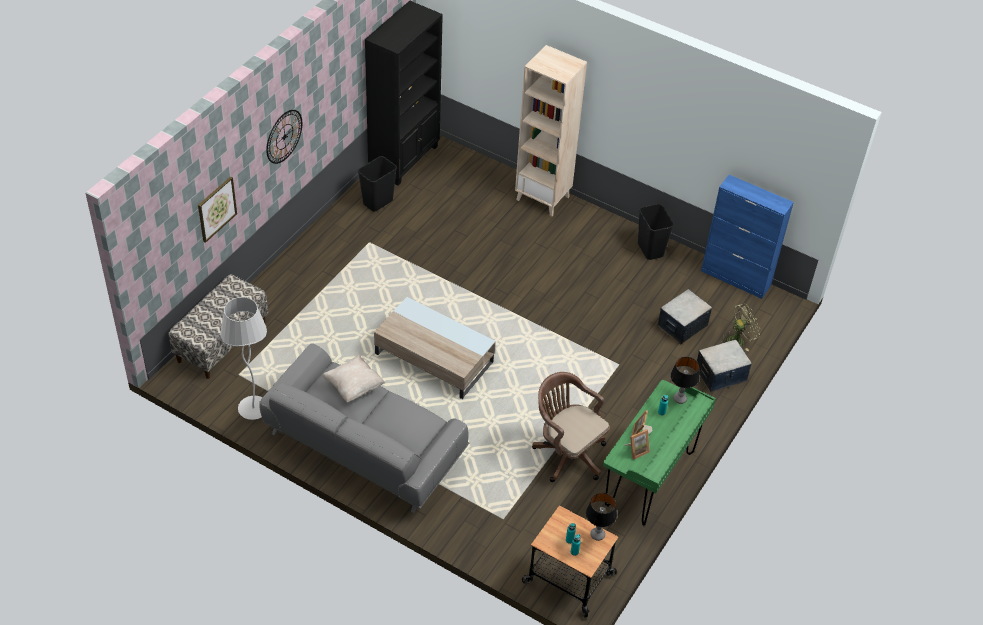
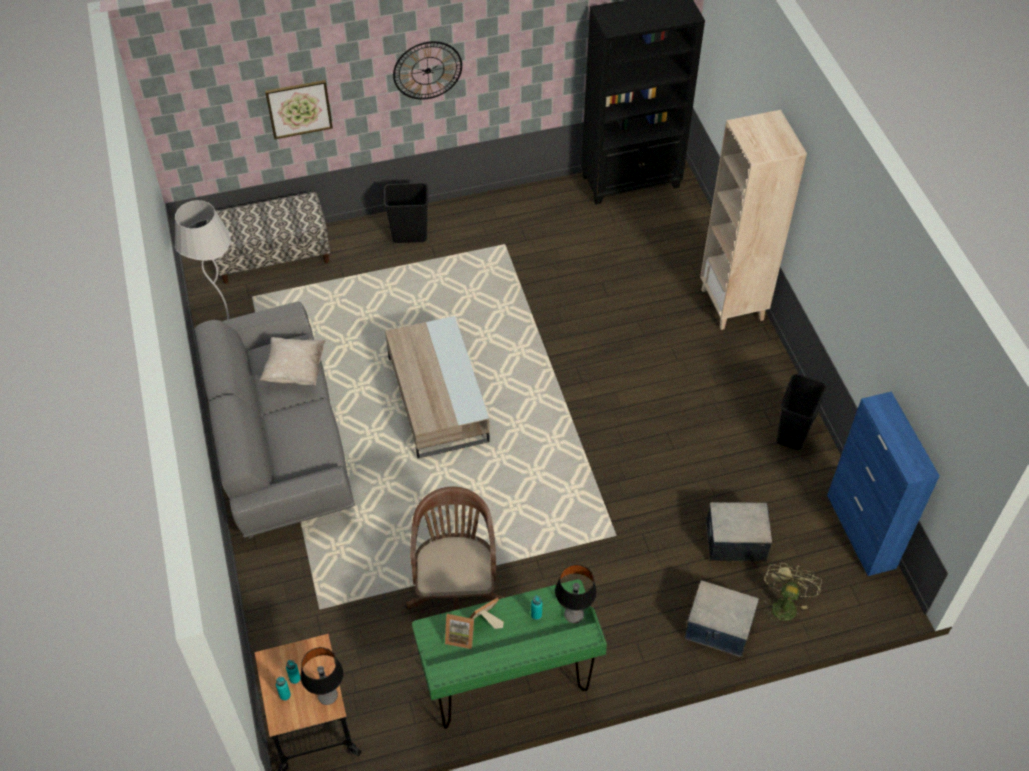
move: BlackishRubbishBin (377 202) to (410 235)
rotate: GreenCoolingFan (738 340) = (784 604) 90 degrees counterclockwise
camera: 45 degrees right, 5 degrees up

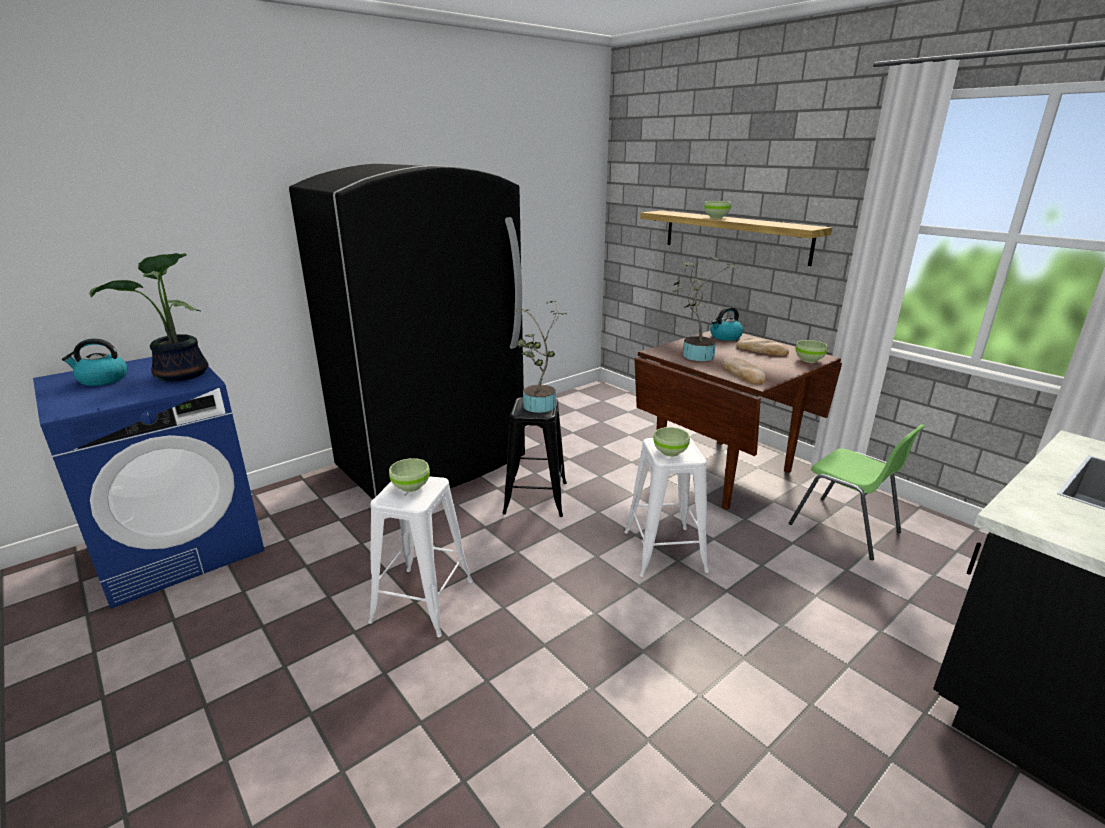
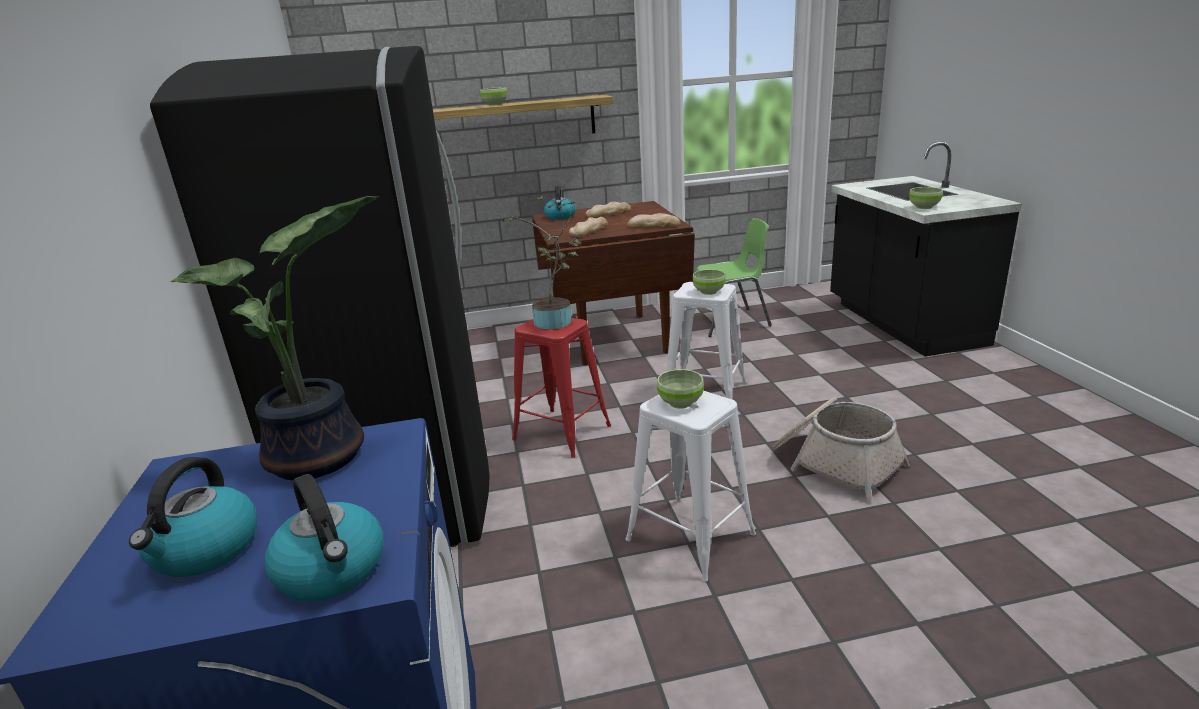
insert: StorageBasket (835 462); WaterKettle (333 570)
move: GreenServingBowl (808 360) to (924 207)
replace: PottedPlant (694 355) to BakeryBread (589 230)
recolor: BlackishSittingStool (535 498) to ReddishSittingStool (562 432)
camera: 60 degrees left, 0 degrees up

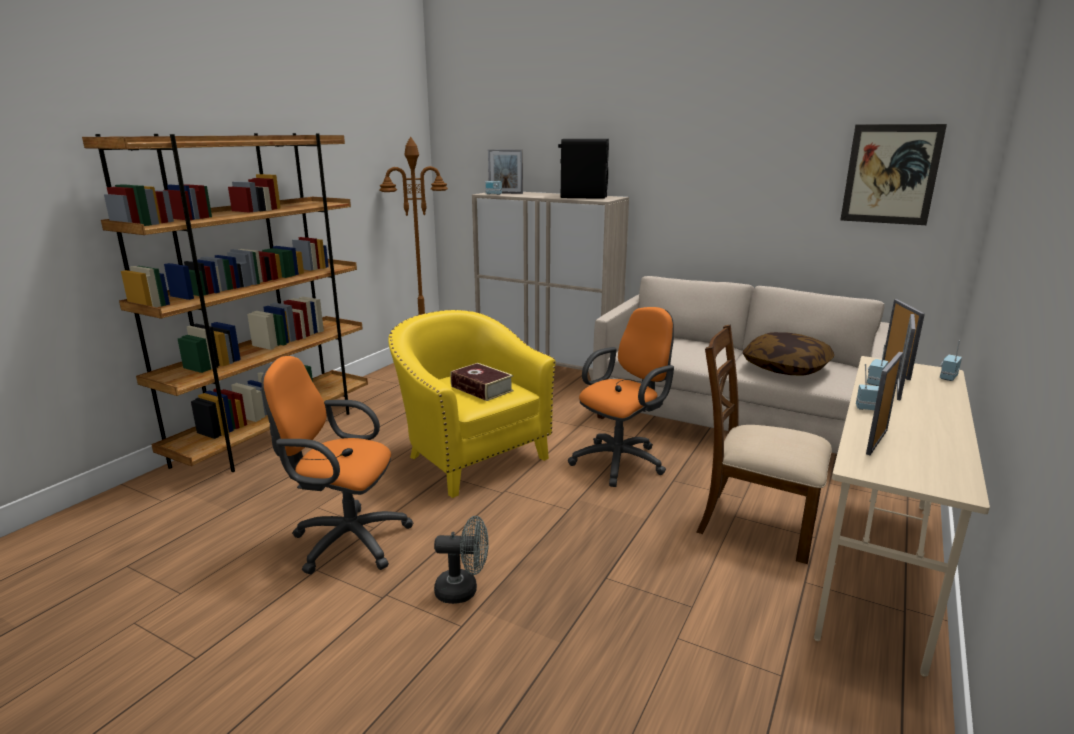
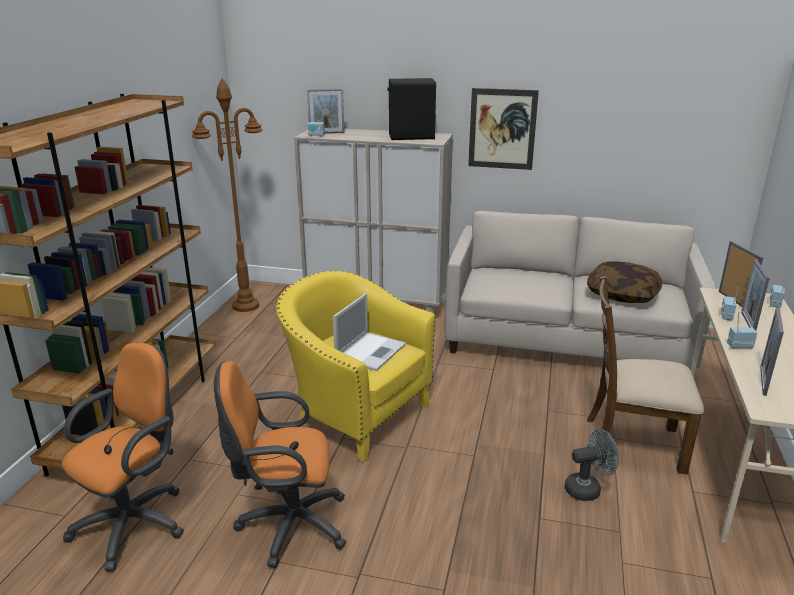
move: Picture (890 174) to (502 129); OrangeyComputerChair (622 461) to (136 521); GrayCoolingFan (463 590) to (587 489)
replace: Book (481 389) to Laptop (371 351)
camera: 15 degrees left, 5 degrees up

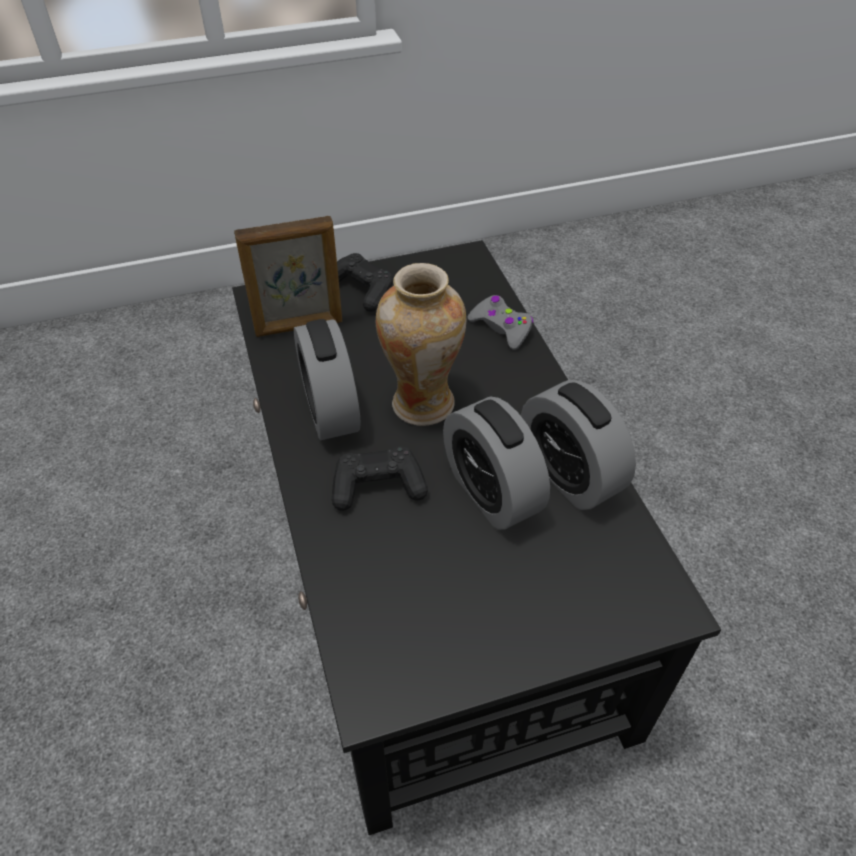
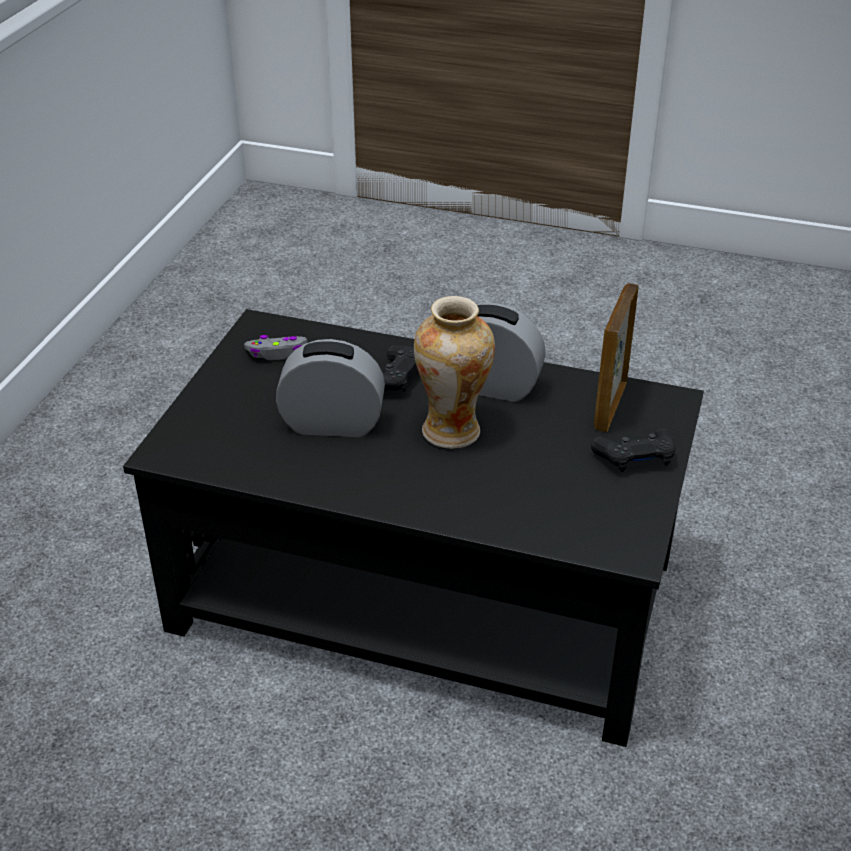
delete: BedsideClock (569 474)
move: GrayGameController (501 328) to (277 353)
camera: 125 degrees right, 10 degrees down

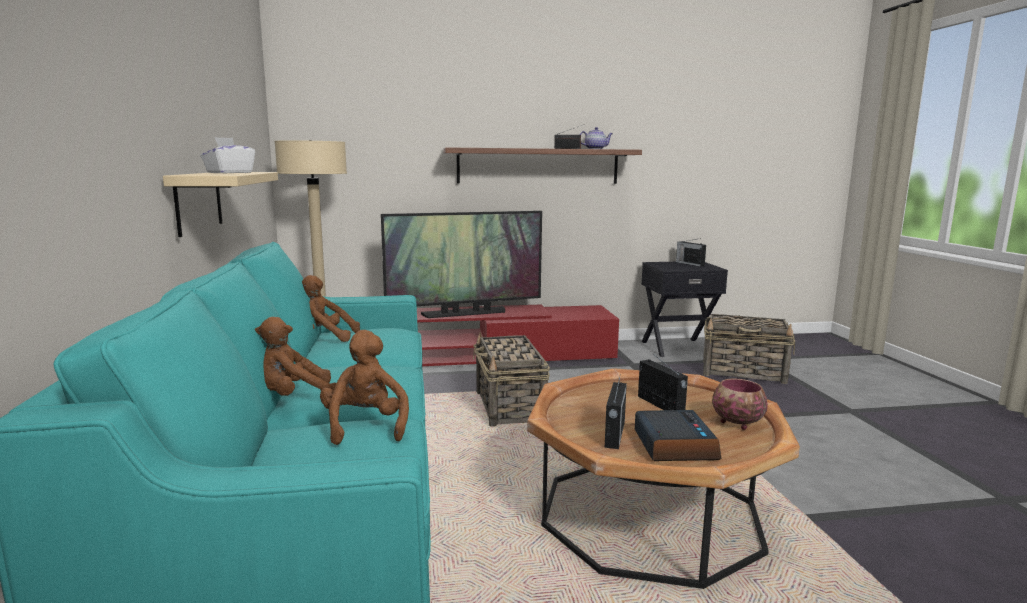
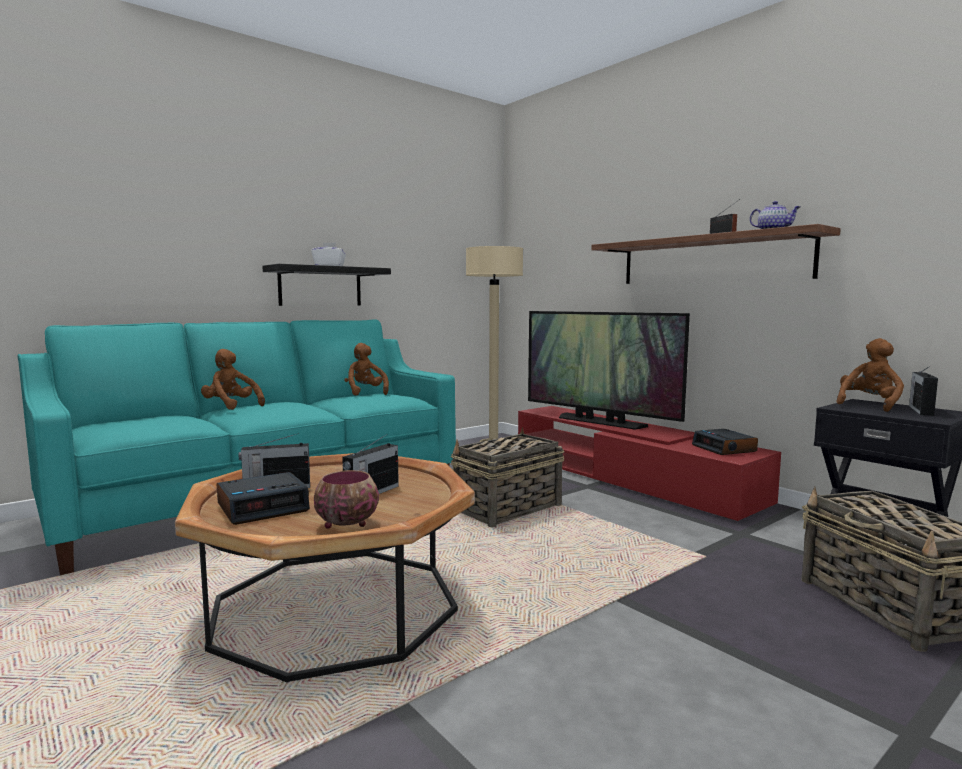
insert: BedsideClock (724 448)
move: BrownColouredPlushToy (365 426) to (869 405)
recolor: BeigeColouredShelf (198 201) to BlackishShelf (320 286)
camera: 60 degrees right, 5 degrees down

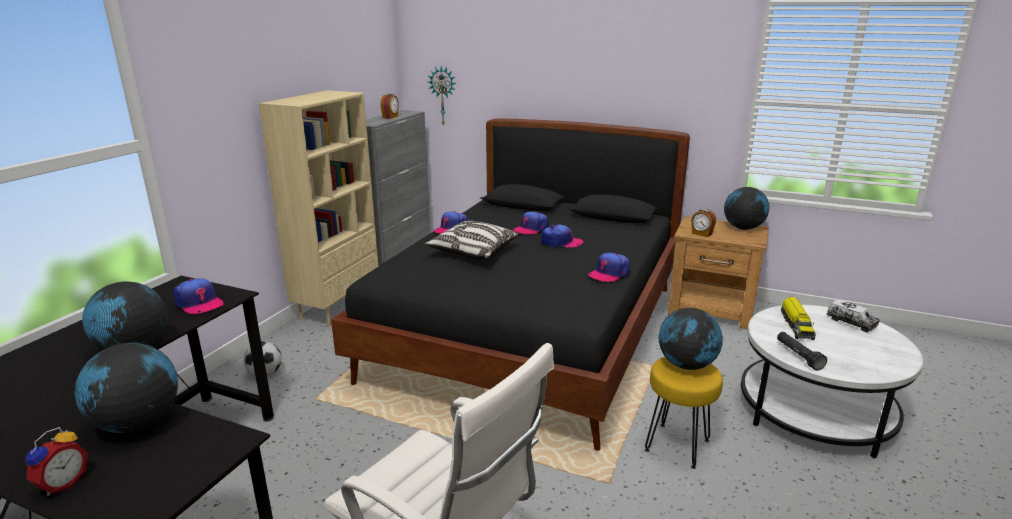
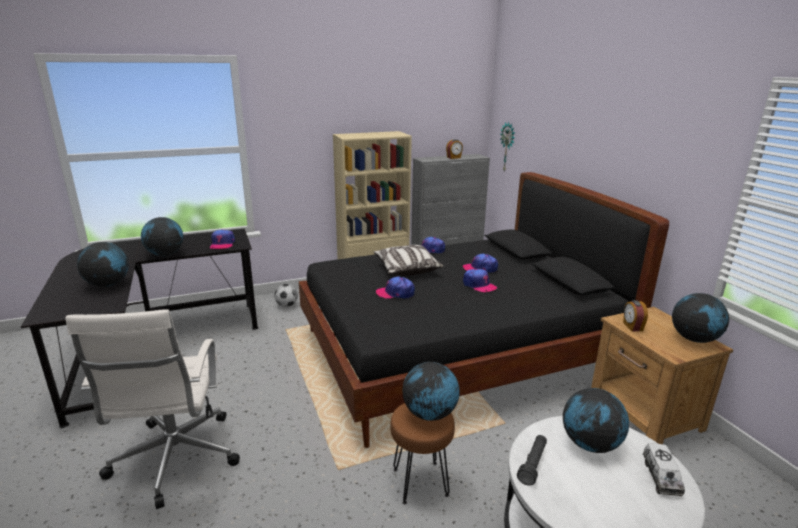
delete: BedsideClock (62 483)
move: PeakedCap (609 273) to (395 293)
replace: ModelTruck (796 325) to WorldGlobe (590 444)
recolor: YellowSittingStool (677 446) to BrownColouredSittingStool (420 482)
camera: 45 degrees right, 0 degrees up

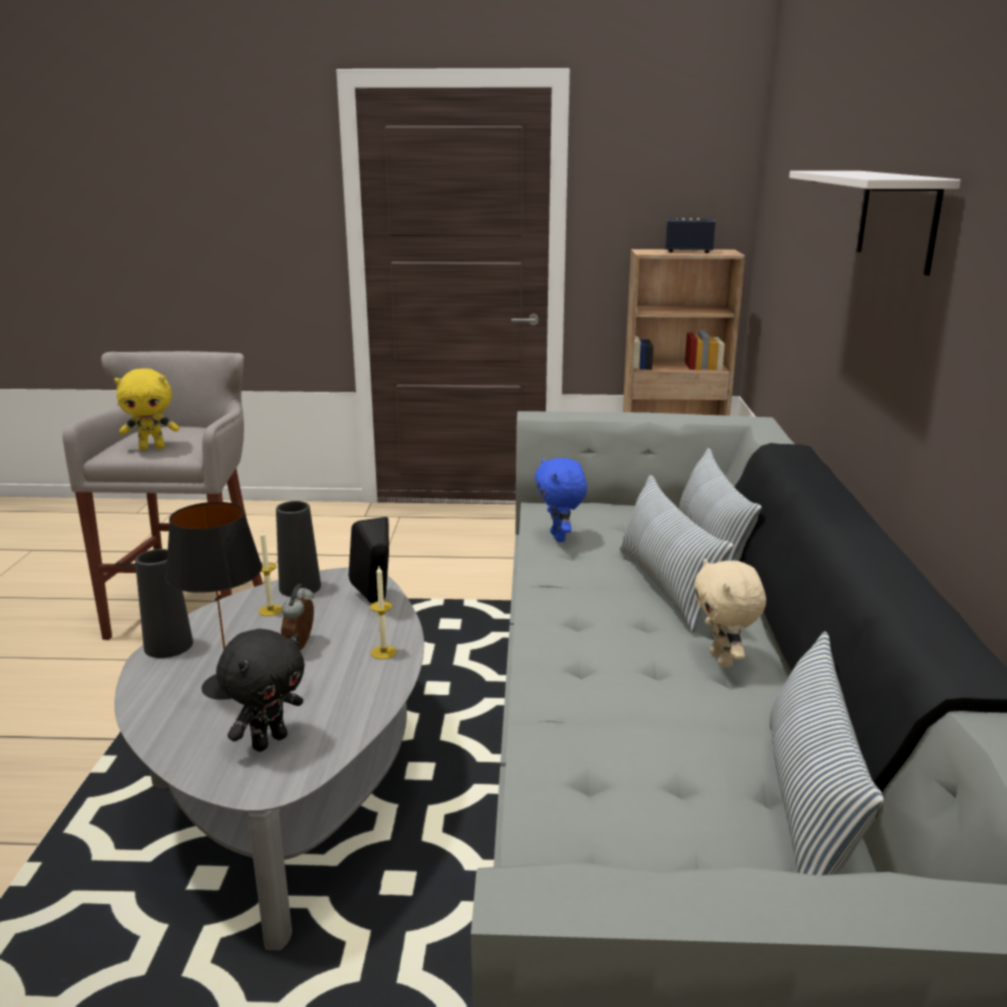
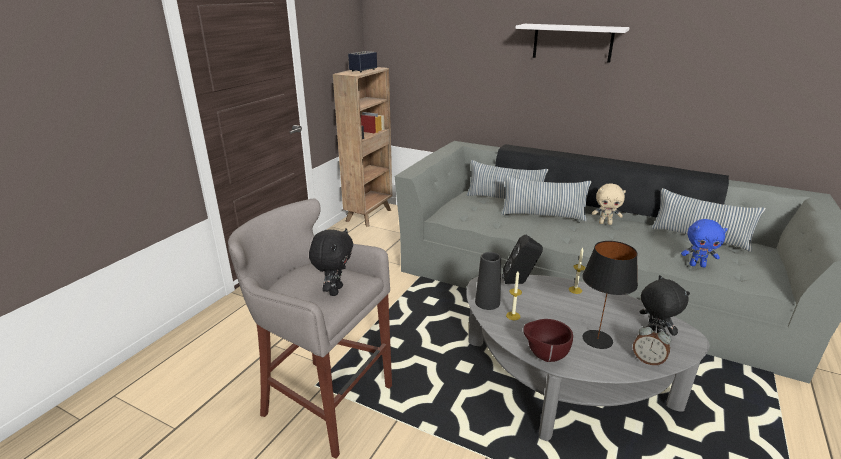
move: BlueColouredPlushToy (559 537) to (697 265); BedsideClock (301 646) to (648 360)
replace: BlackishFlowerVase (168 646) to BrownColouredServingBowl (544 356)
recolor: YellowPlushToy (152 448) to BlackishPlushToy (335 290)
camera: 65 degrees left, 5 degrees up

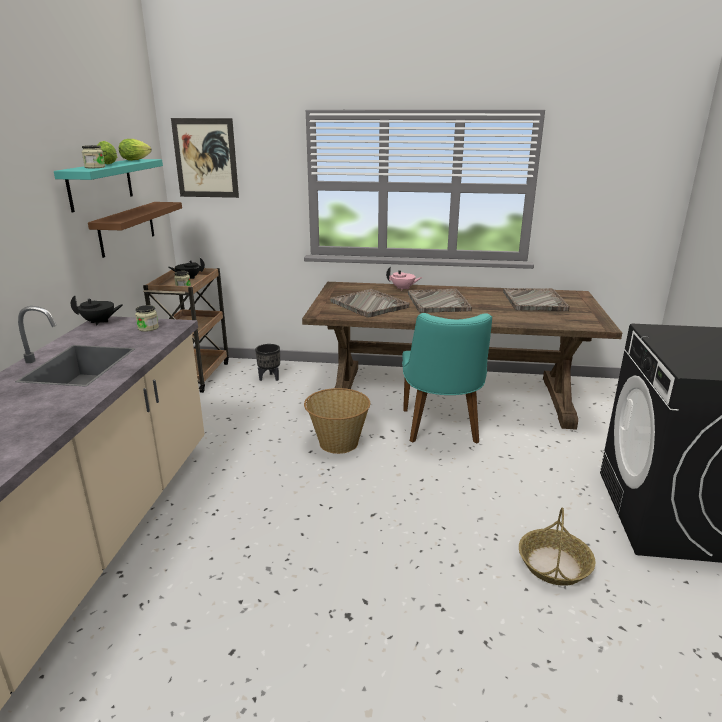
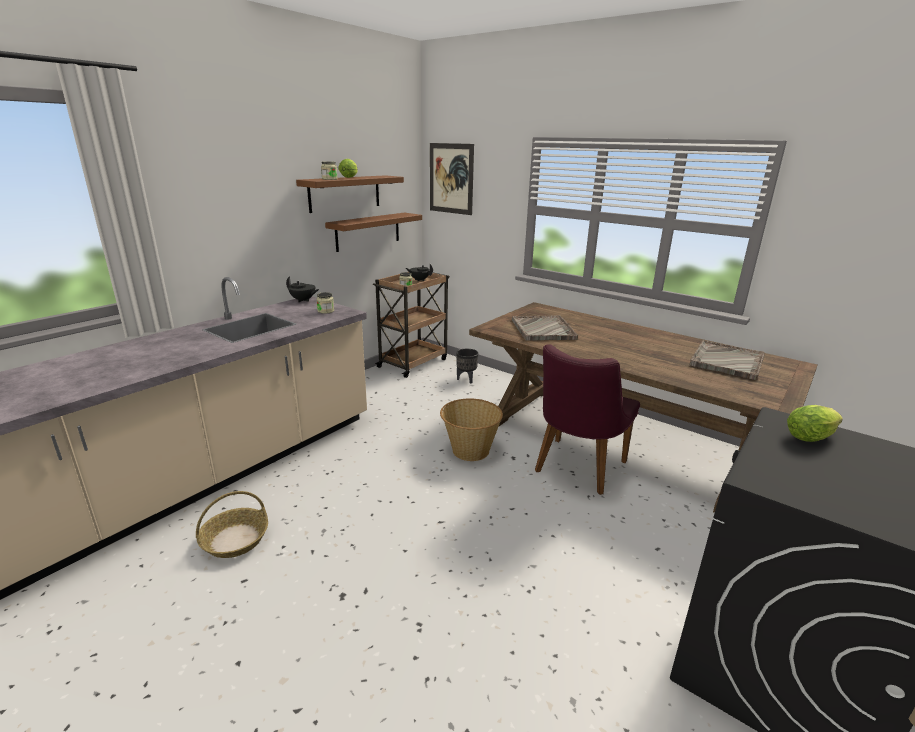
delete: PinkTeapot (403 288); GrayCarryingTray (438 302)
move: HeadOfLettuce (137 160) to (812 437); StorageBasket (554 565) to (235 540)
recolor: TurquoiseShelf (100 184) to BrownColouredShelf (345 193); TurquoisePlainChair (441 430) to PurpleColouredPlainChair (575 470)
camera: 30 degrees right, 0 degrees up

